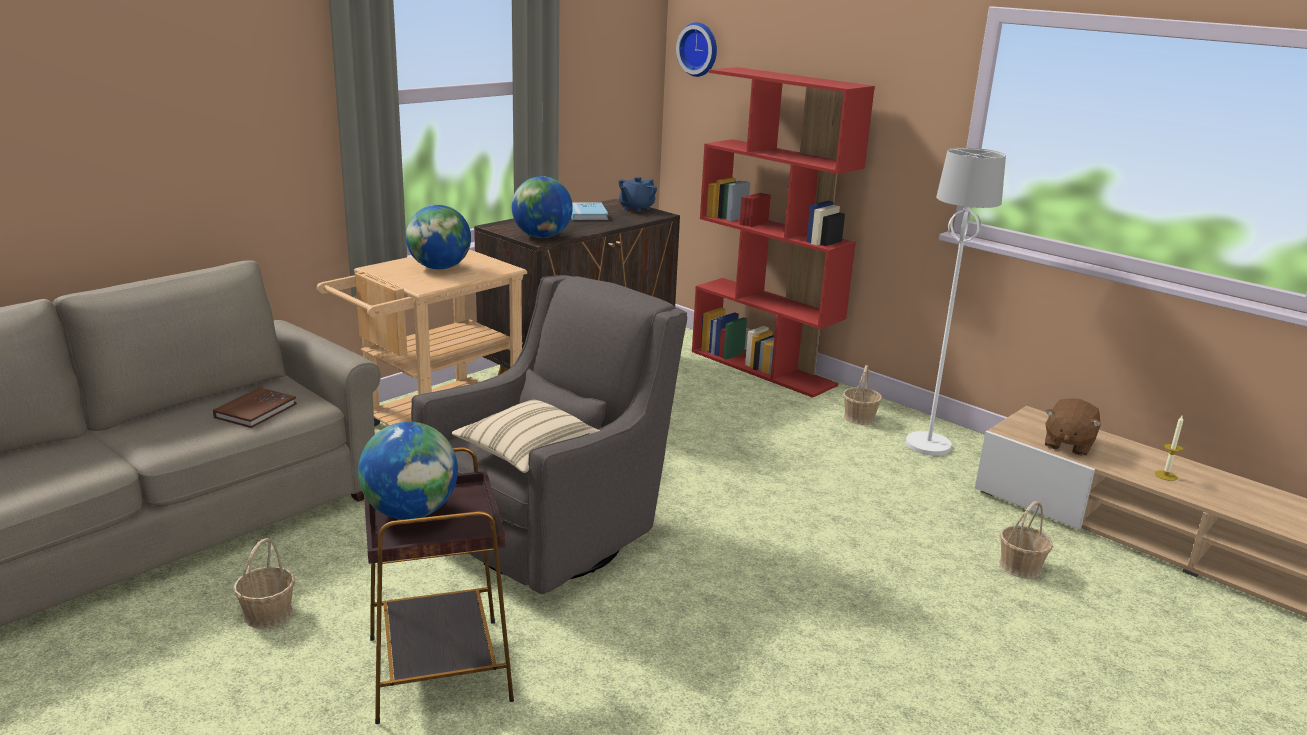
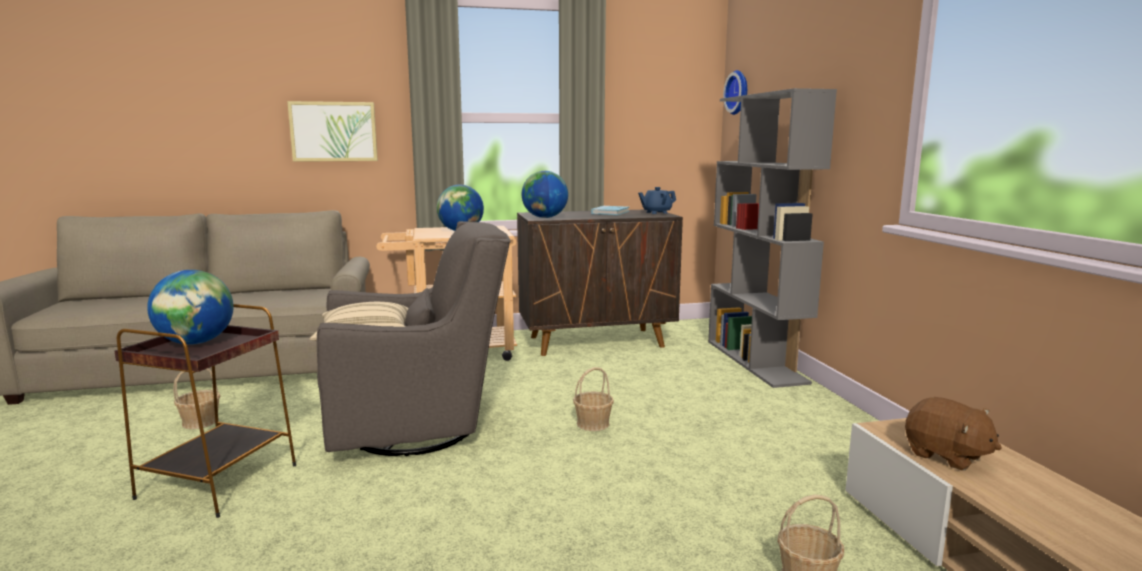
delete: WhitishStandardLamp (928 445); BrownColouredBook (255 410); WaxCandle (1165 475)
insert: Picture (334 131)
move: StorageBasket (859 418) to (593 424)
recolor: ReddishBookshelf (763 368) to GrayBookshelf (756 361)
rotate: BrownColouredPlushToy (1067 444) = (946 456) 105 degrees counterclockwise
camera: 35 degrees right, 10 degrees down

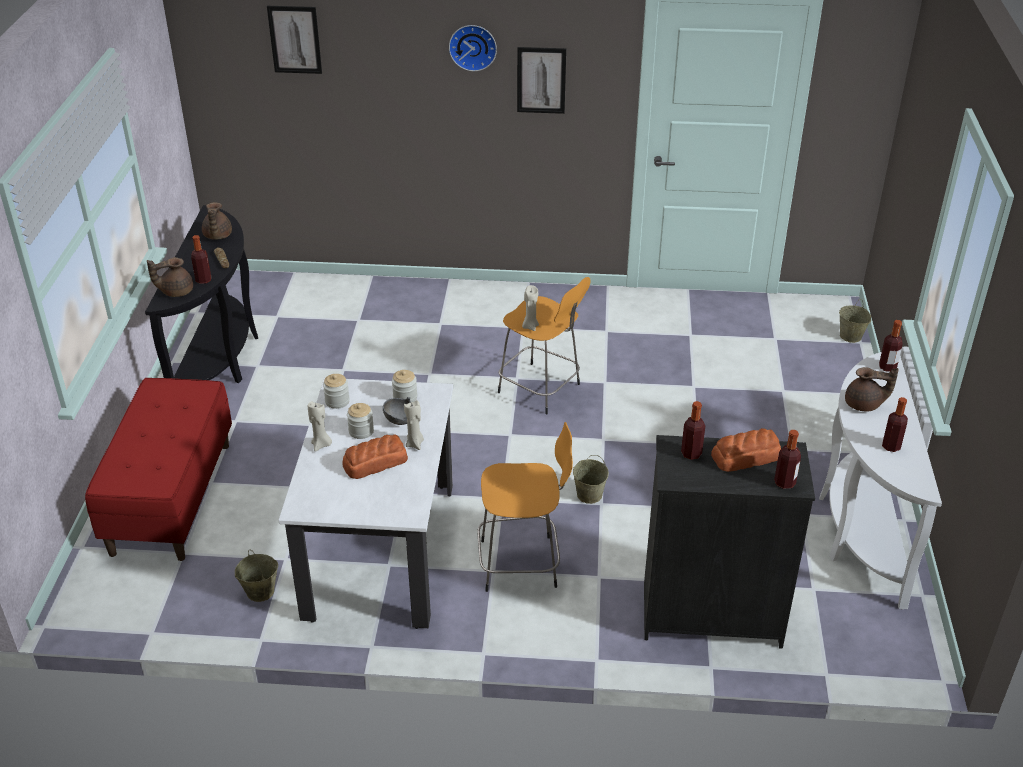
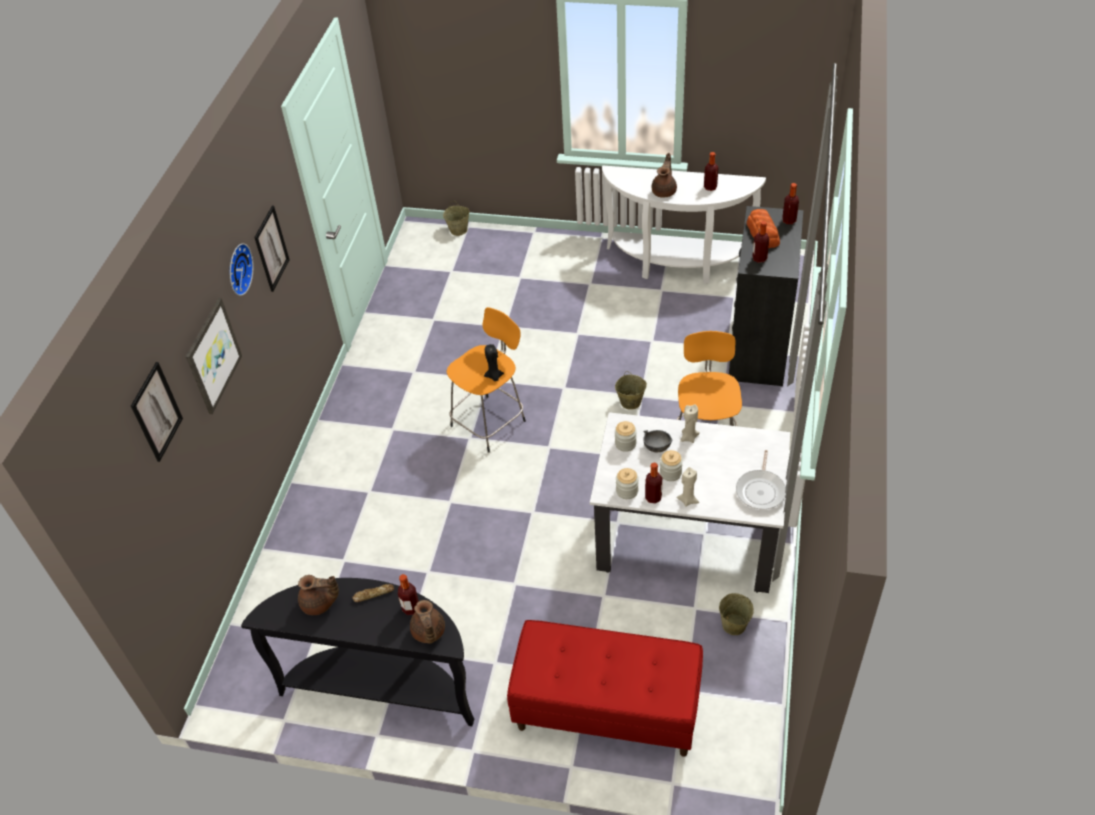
delete: BakeryBread (374 462)
insert: Picture (212 356); FryingPan (761 490)
move: Bottle (887 367) to (653 497)
recolor: BeigeColouredWaxCandle (530 326) to BlackishWaxCandle (494 376)
camera: 80 degrees left, 10 degrees up

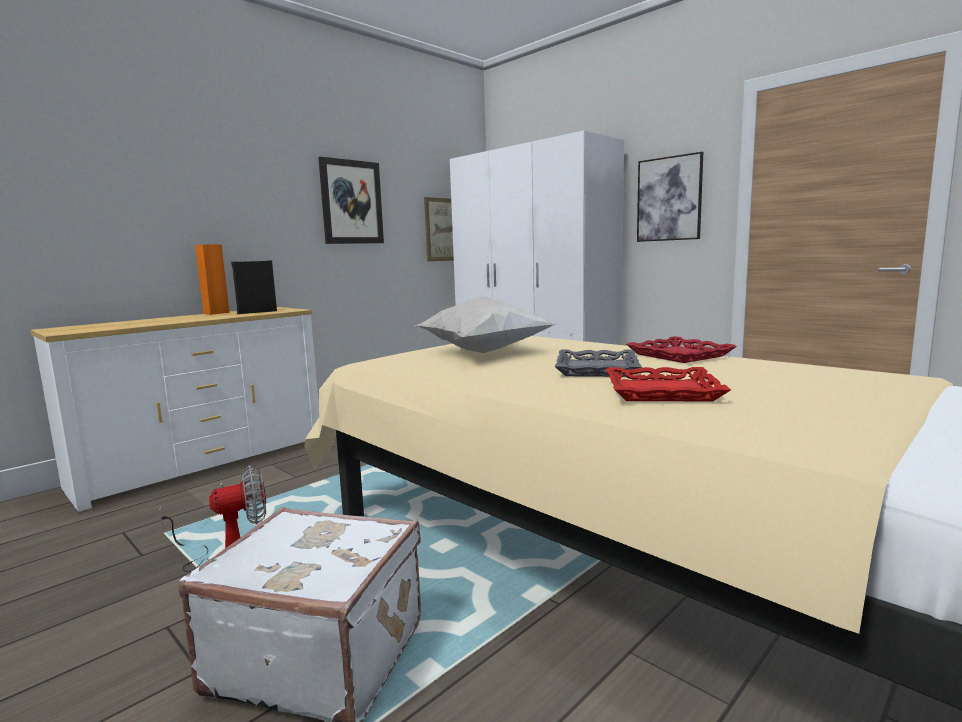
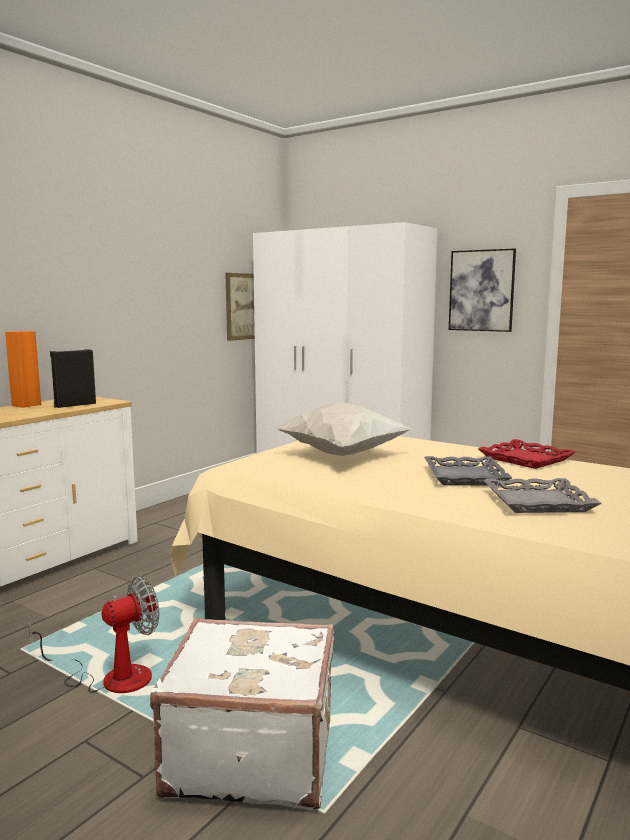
delete: Picture (351 202)
recolor: ReddishCarryingTray (662 391) to GrayCarryingTray (538 502)
camera: 10 degrees left, 0 degrees up

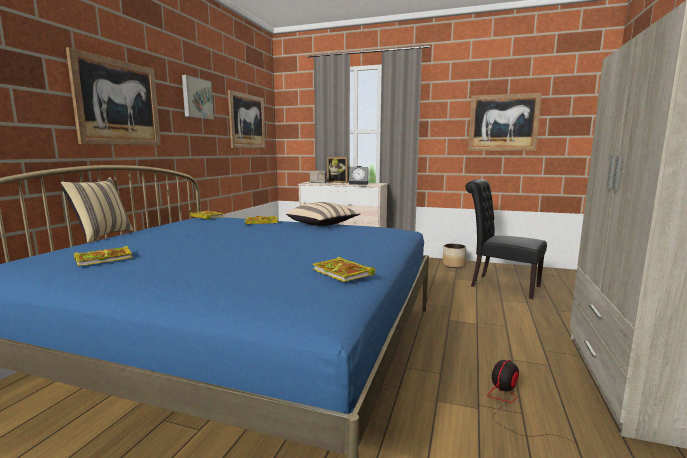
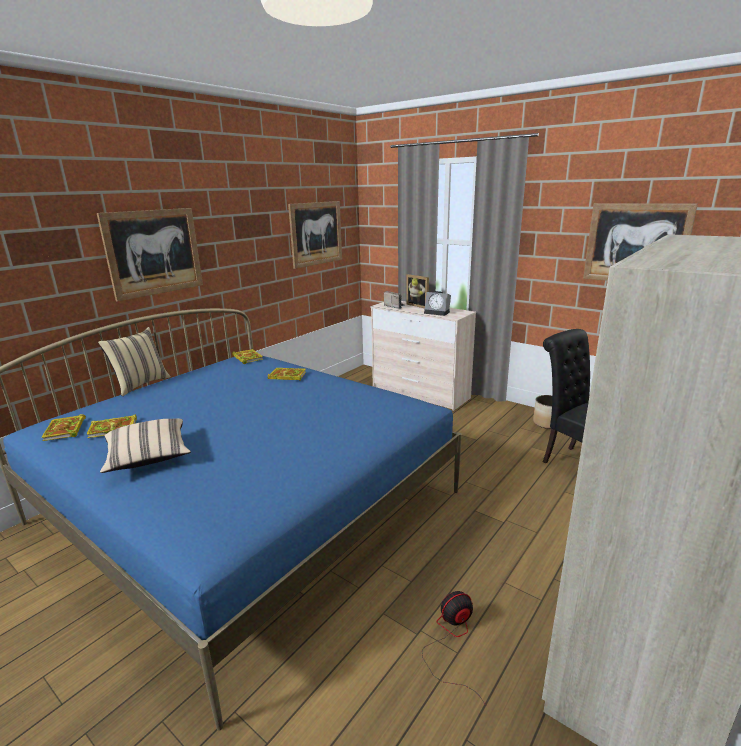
delete: Picture (196 98)
move: BeigeColouredCushion (323 225) to (148 458); Book (343 273) to (65 430)
camera: 20 degrees right, 10 degrees up

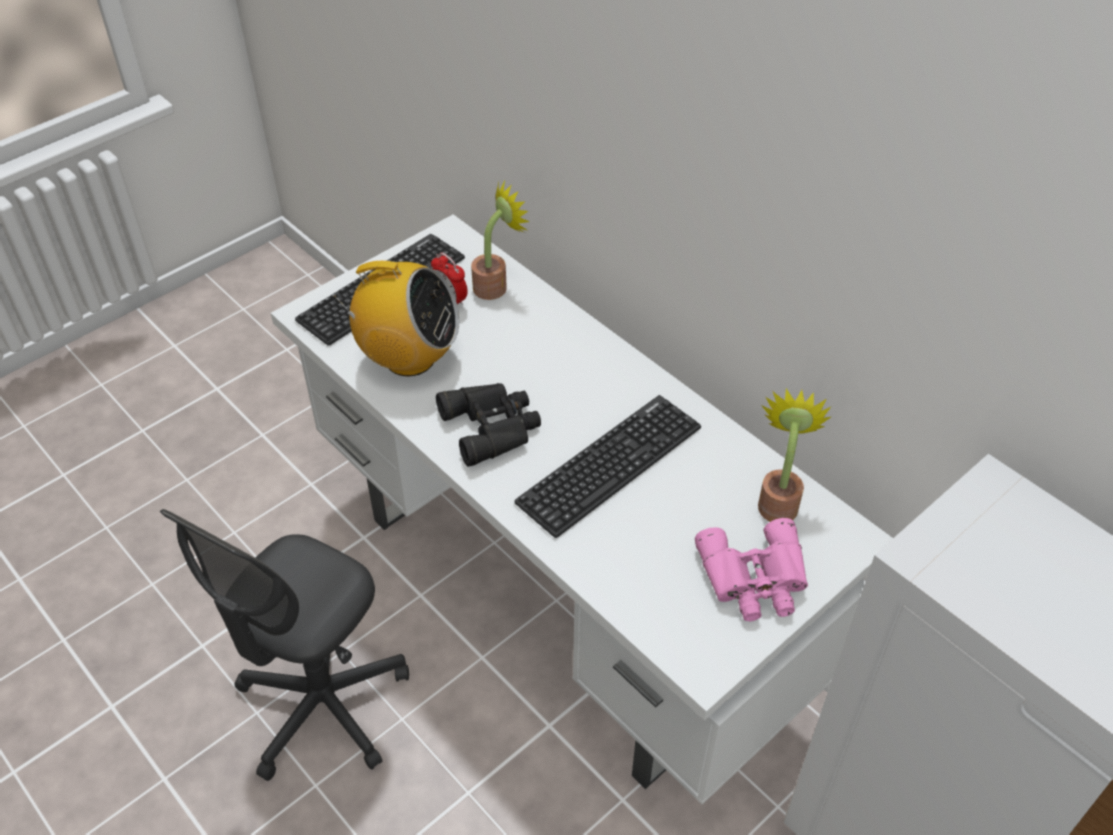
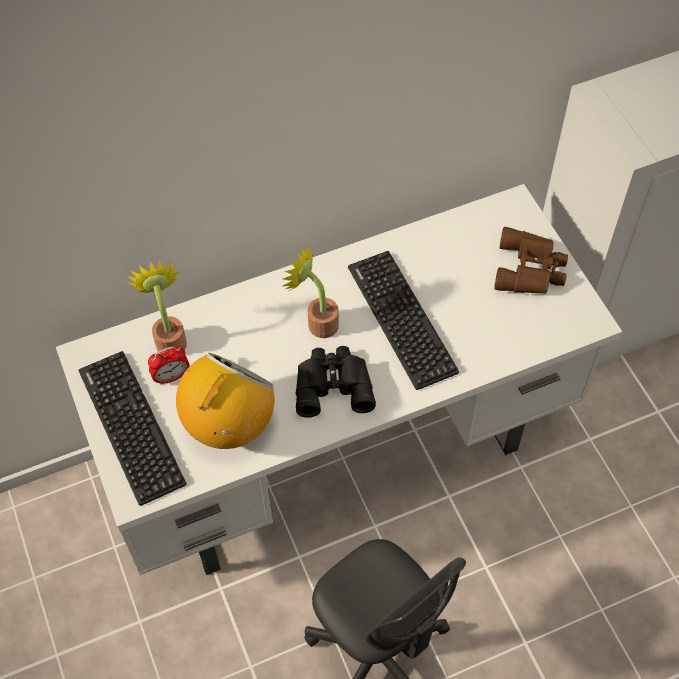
move: PottedPlant (778 501) to (317 322)
recolor: PinkFieldGlasses (755 579) to BrownColouredFieldGlasses (531 269)
camera: 70 degrees left, 10 degrees up

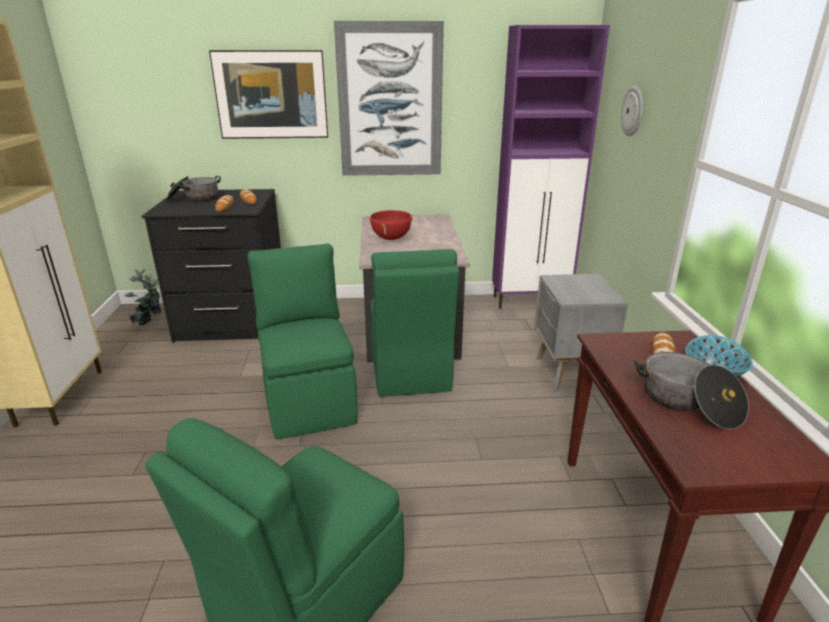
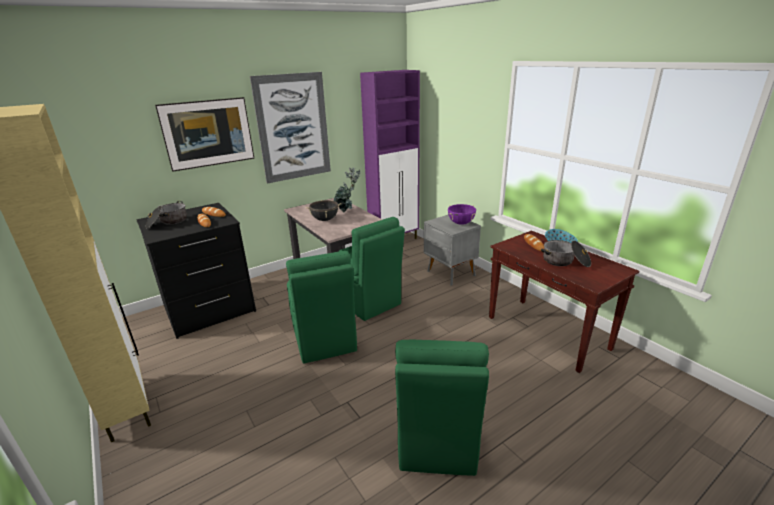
delete: ClockOnTheWall (633 111)
insert: PurpleColouredStockpot (461 223)
move: PottedPlant (150 324) to (347 210)
recolor: ReddishStockpot (391 239) to BlackishStockpot (325 220)
rotate: GreenPlainChair (309 400) = (324 338) 150 degrees counterclockwise
camera: 30 degrees left, 0 degrees up

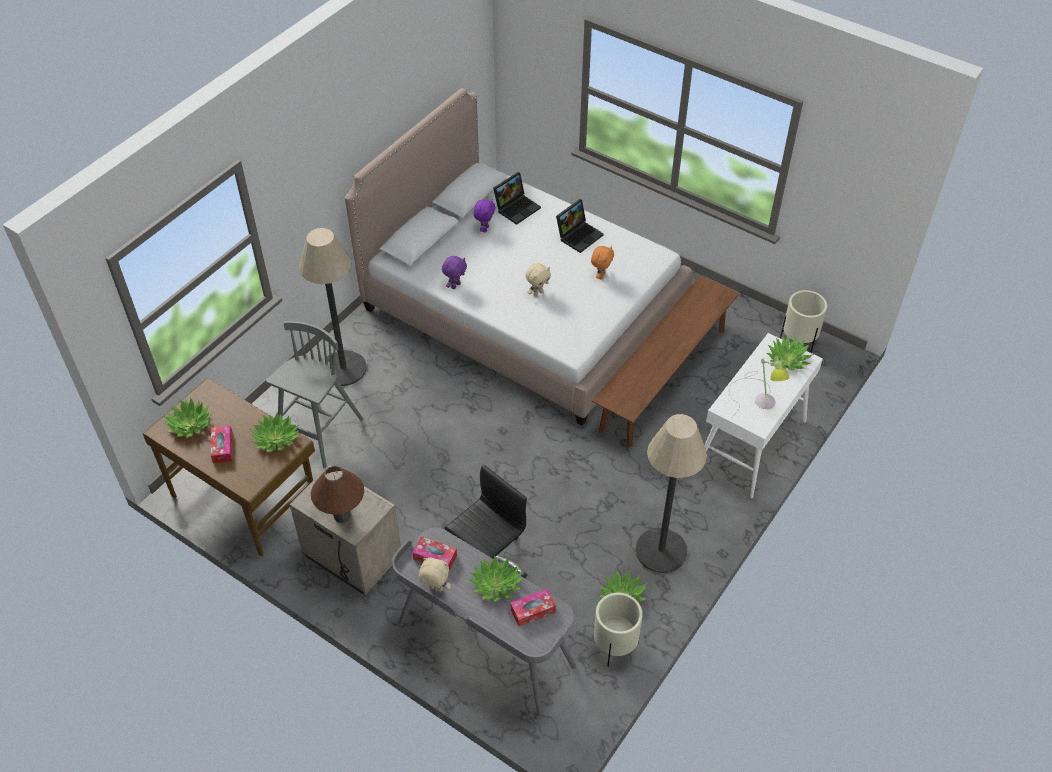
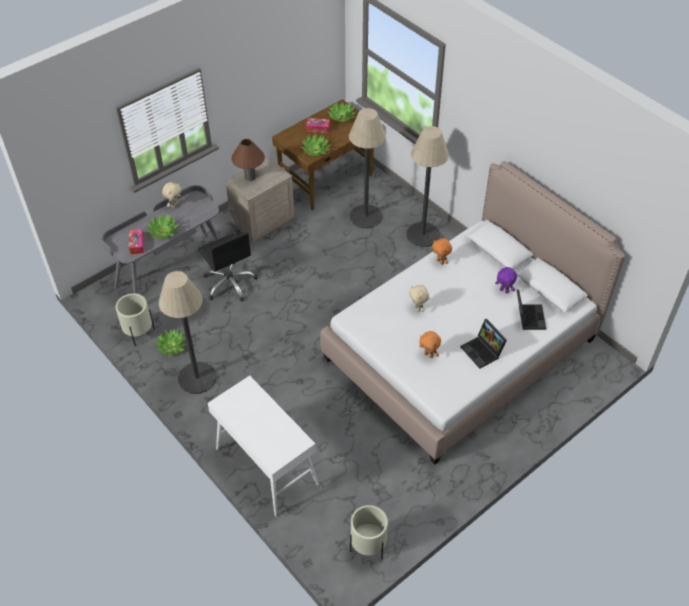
delete: BrownColouredIndoorBench (663 379); PottedPlant (788 359); TabletopLamp (758 397); TissueHolder (435 557)
replace: GraySittingStool (319 434) to StandardLamp (365 216)
recolor: PurpleColouredPlushToy (455 285) to OrangeyPlushToy (440 261)
rotate: Laptop (517 207) = (528 316) 150 degrees counterclockwise
camera: 105 degrees right, 0 degrees up

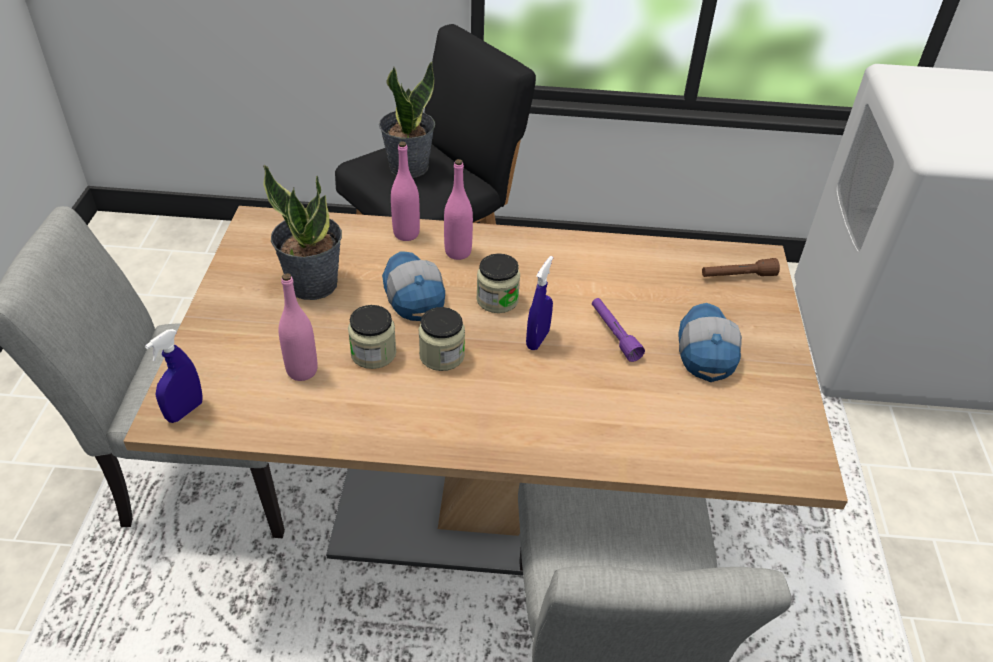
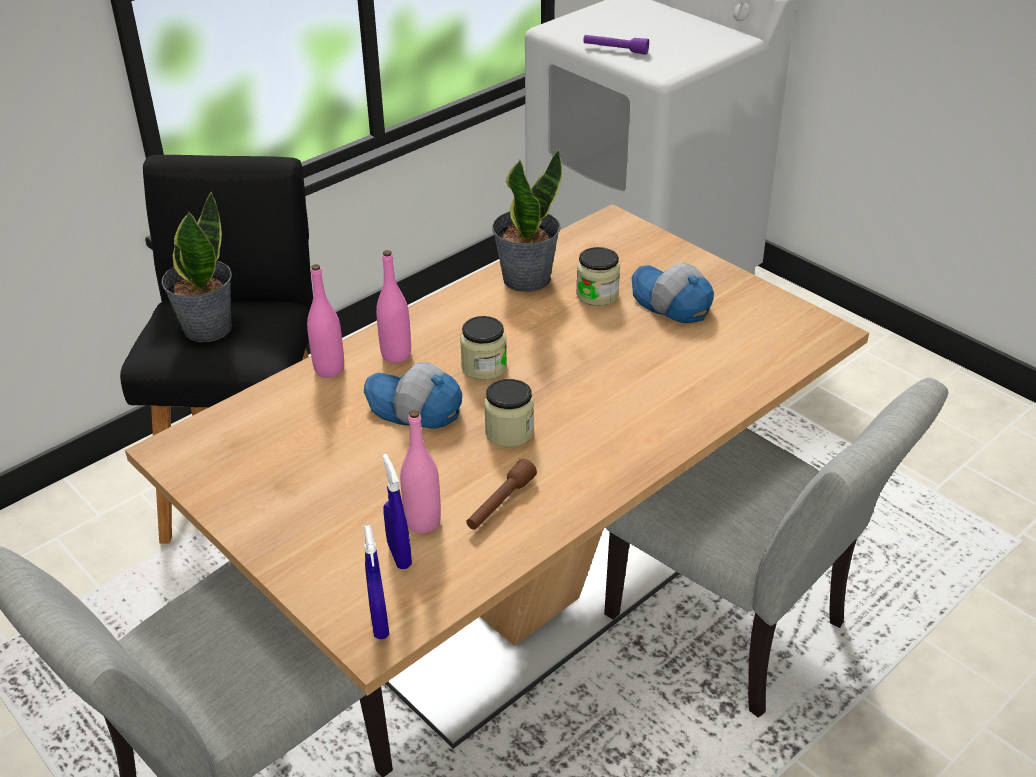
move: PottedPlant (313 283) to (526 278); BlueColouredSprayBottle (537 339) to (399 555); BrownColouredTorch (737 276) to (500 503); PurpleColouredTorch (614 334) to (615 50); PreserveJar (373 353) to (597 295)
camera: 45 degrees left, 5 degrees down

